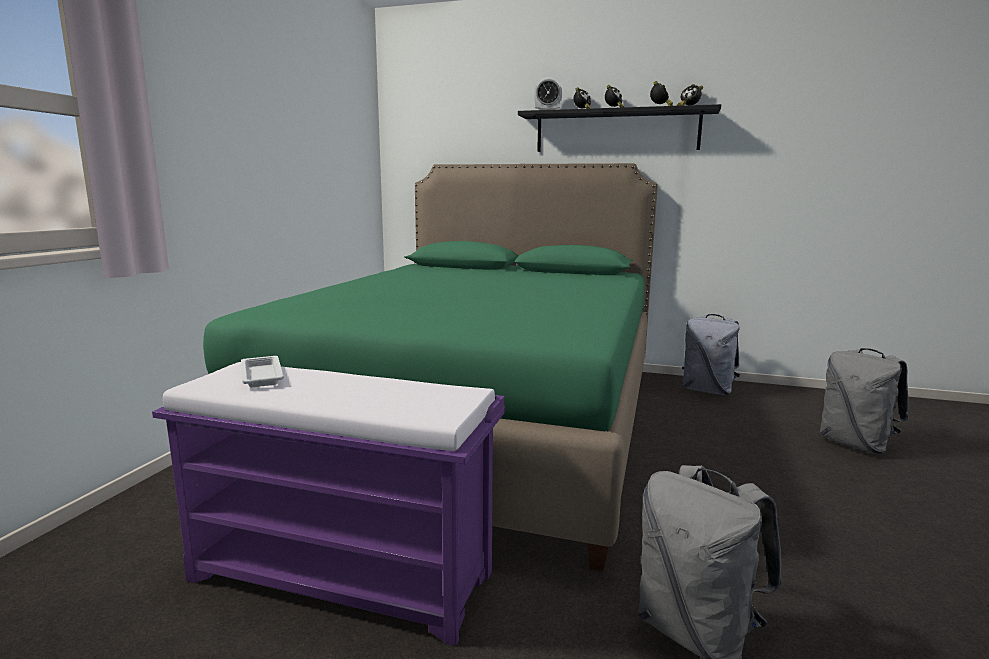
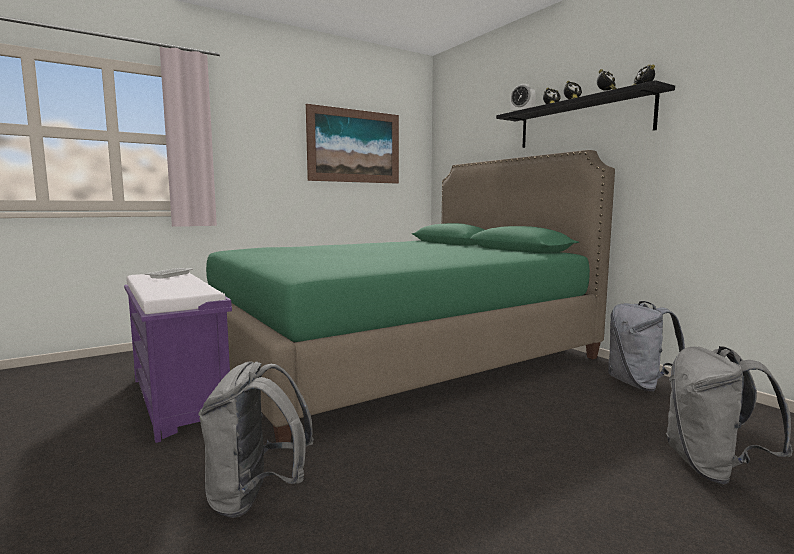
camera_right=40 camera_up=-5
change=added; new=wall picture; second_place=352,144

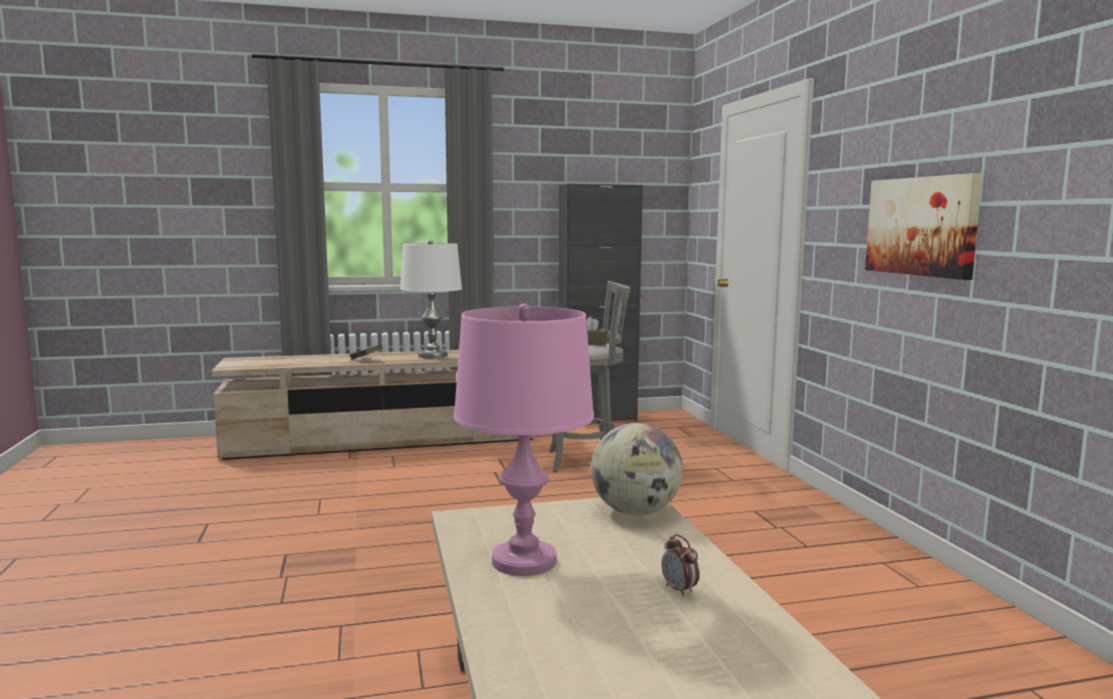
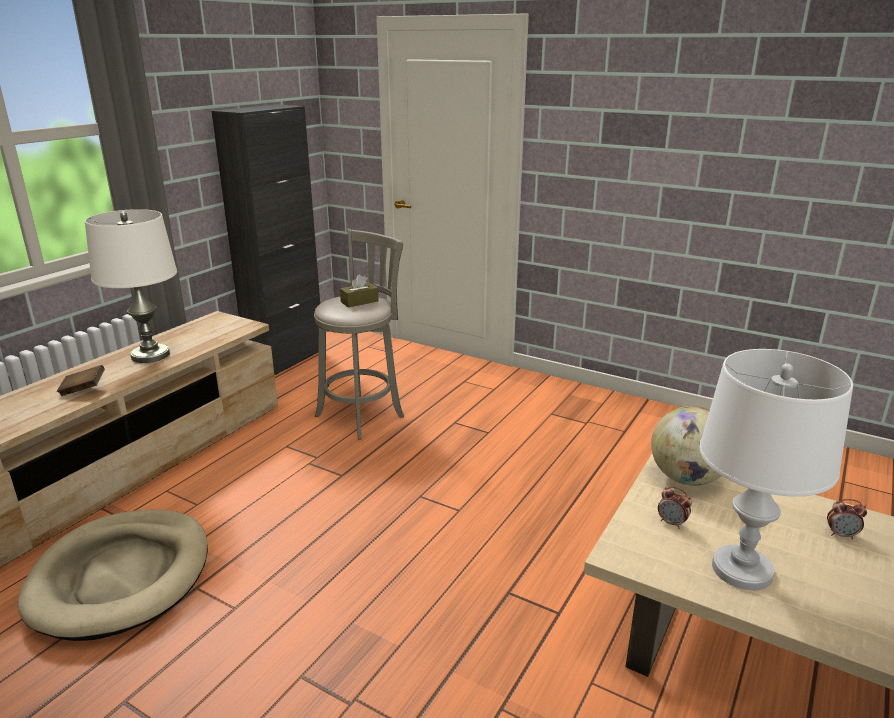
camera_right=-45 camera_up=15
change=removed; old=wall picture; first_place=923,226
change=added; new=beige-coloured pet bed; second_place=113,575
change=added; new=table clock; second_place=675,507
change=recoloured; old=pink table lamp; new=whitish table lamp; first_place=524,440; second_place=776,469

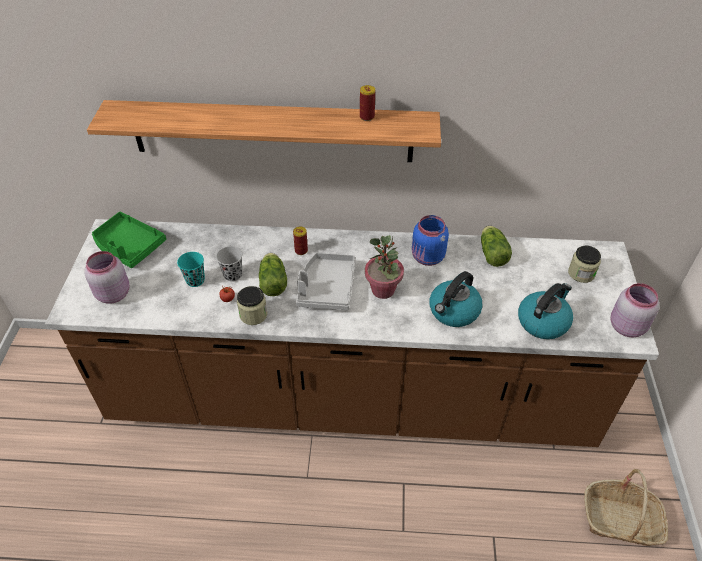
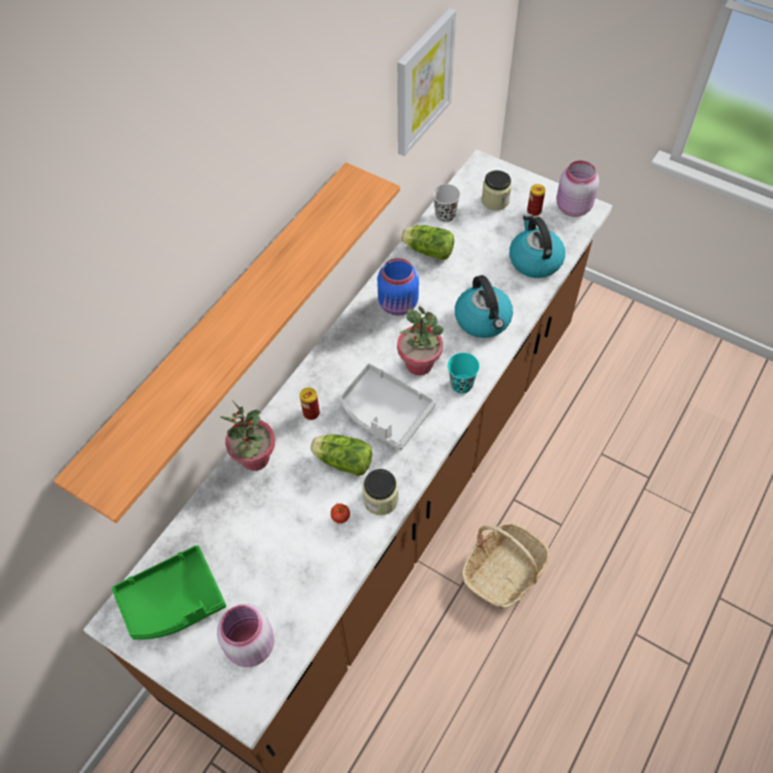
camera_right=-60 camera_up=10
change=added; new=plant in a pot; second_place=248,435
change=added; new=wall picture; second_place=426,82
change=moved; old=blue-green small cup; first_place=191,269; second_place=464,373
change=moved; old=black small cup; first_place=229,264; second_place=446,203
change=moved; old=can; first_place=367,103; second_place=536,200
change=moved; old=household basket; first_place=626,507; second_place=506,566

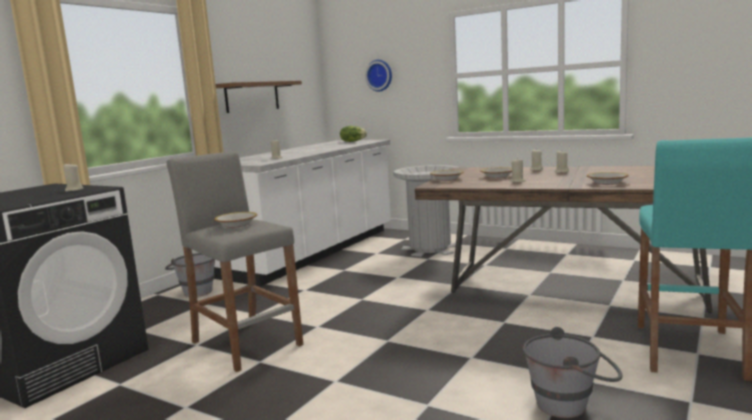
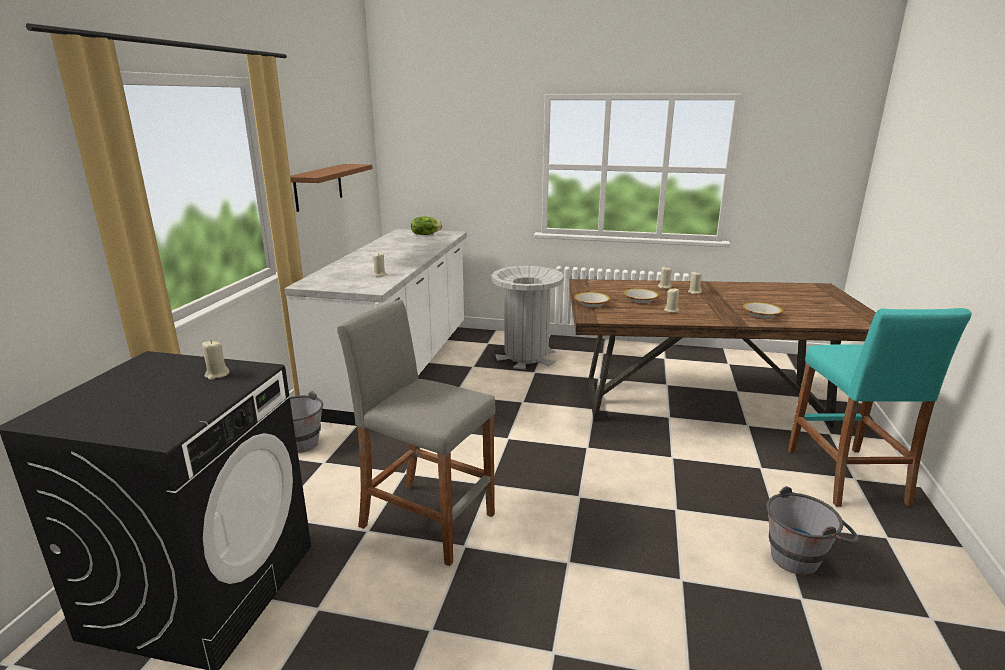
camera_right=-20 camera_up=10
change=removed; old=serving bowl; first_place=235,220
change=removed; old=wall clock; first_place=378,76

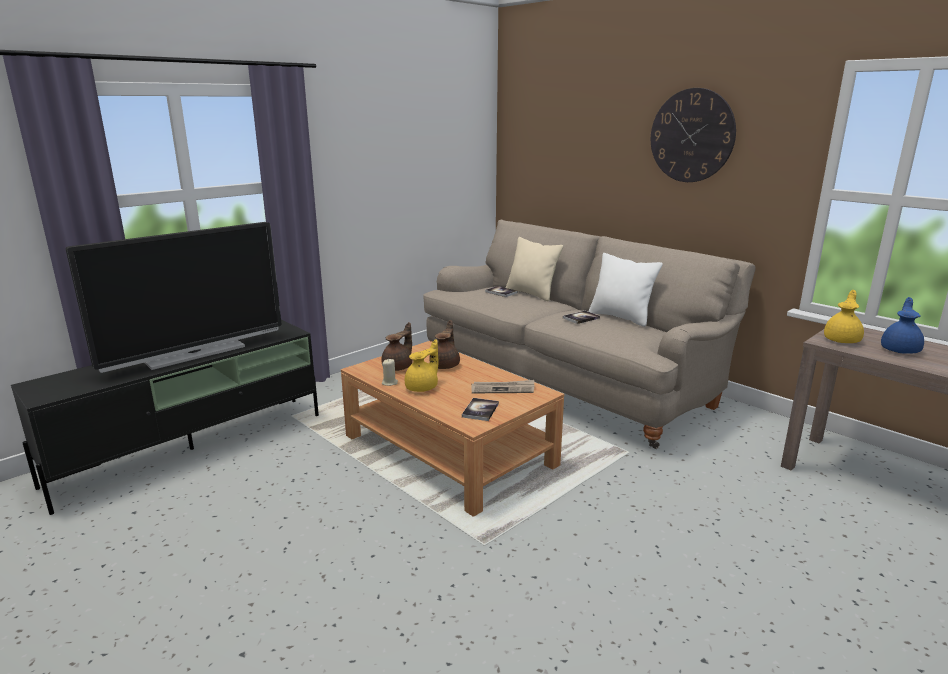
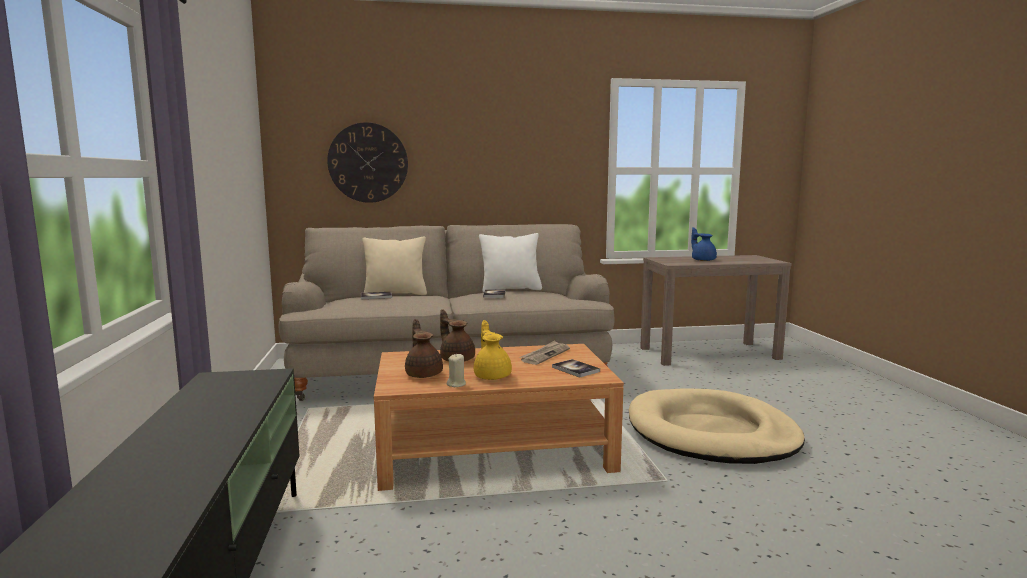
camera_right=-55 camera_up=-10
change=removed; old=TV set; first_place=174,297
change=removed; old=yellow-coloured teapot; first_place=844,316
change=added; new=beige-coloured pet bed; second_place=717,426
change=moved; old=wall clock; first_place=693,135; second_place=367,162

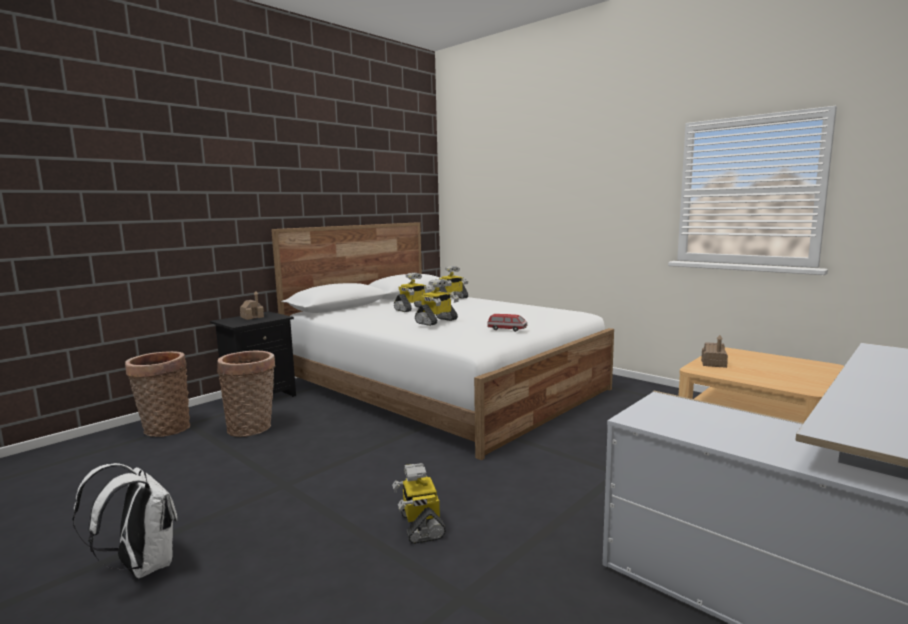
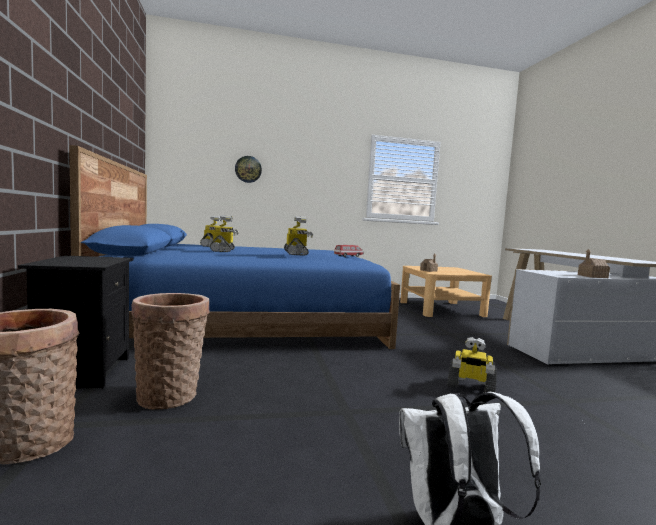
camera_right=-55 camera_up=-5
change=added; new=wall clock; second_place=248,169
change=moved; old=model house; first_place=252,305; second_place=594,263
change=recoloured; old=whitish sleeping bed; new=blue sleeping bed; first_place=442,341; second_place=234,247

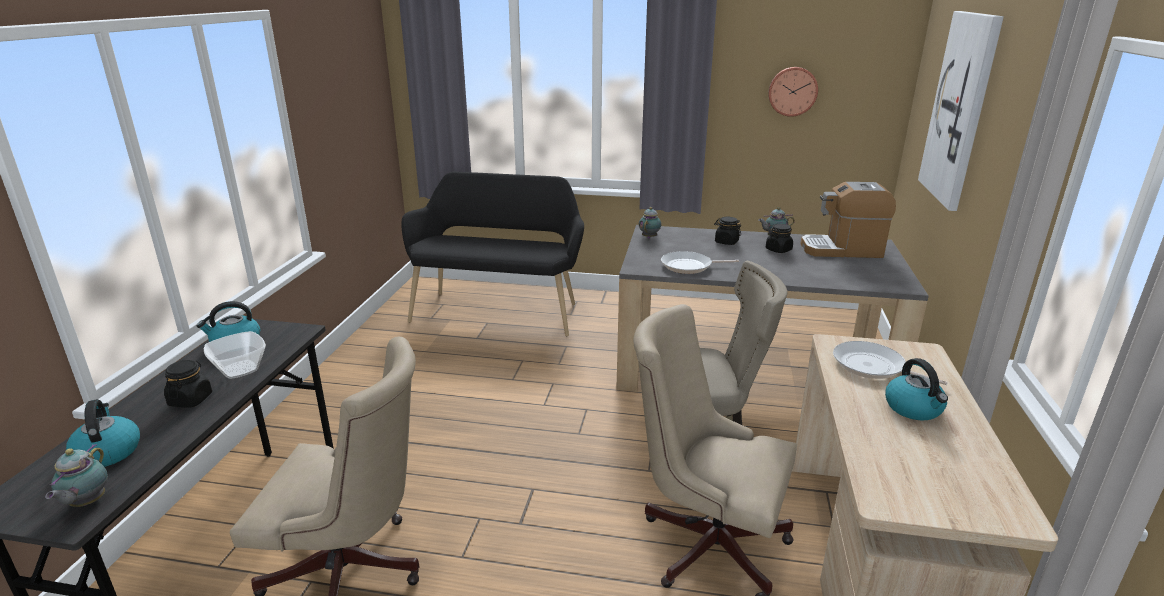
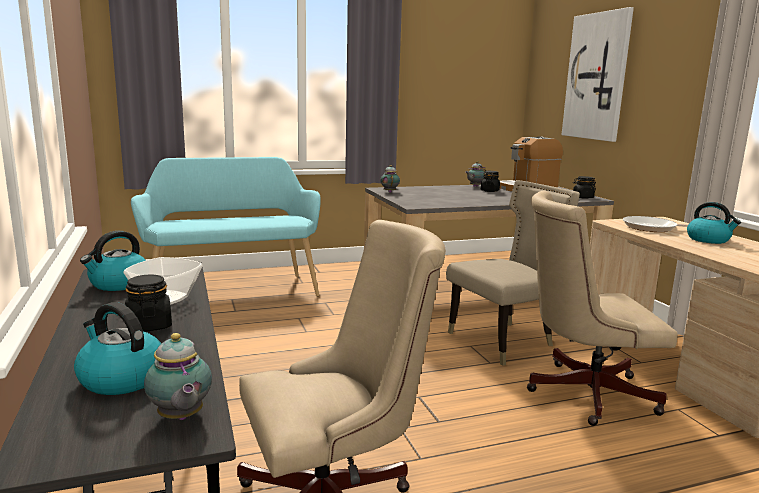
camera_right=-30 camera_up=-10
change=removed; old=skillet; first_place=700,262
change=removed; old=wall clock; first_place=793,92
change=moved; old=black preserve jar; first_place=727,231; second_place=584,187
change=recoloured; old=black long seat; new=blue-green long seat; first_place=493,254; second_place=226,227

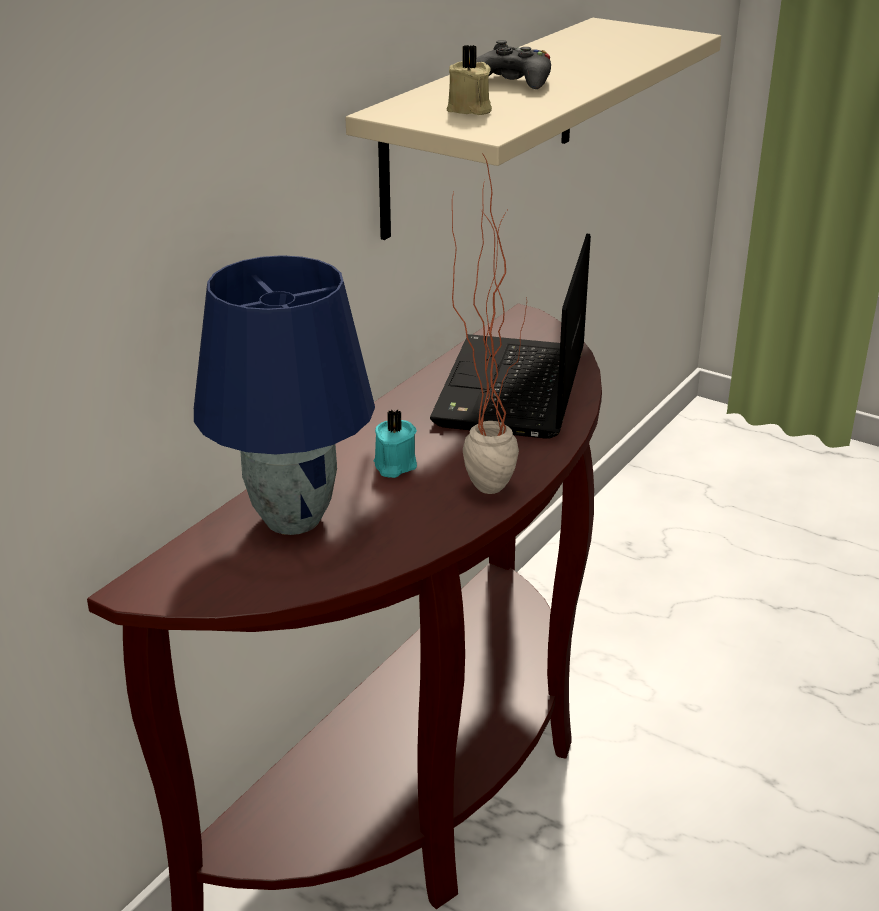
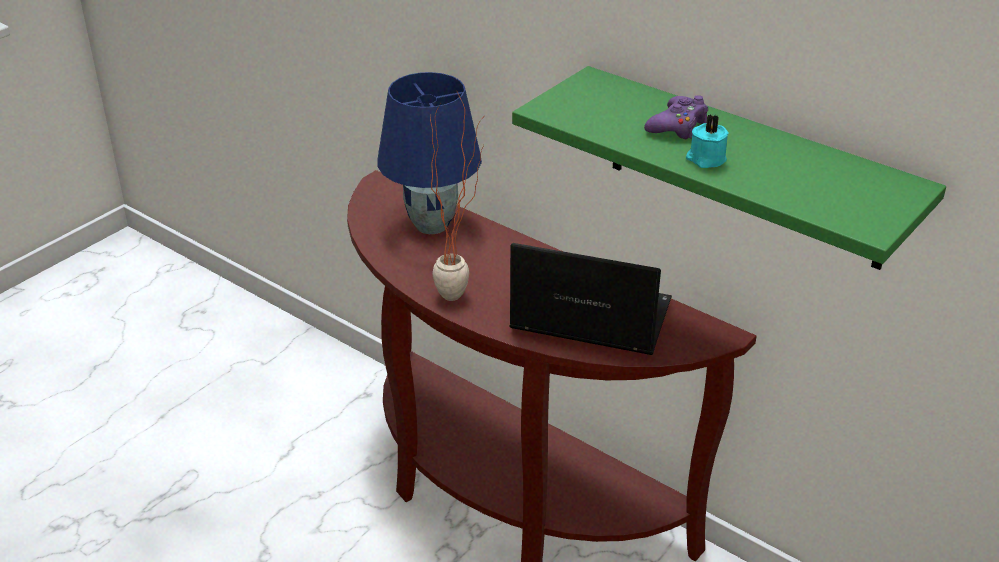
camera_right=95 camera_up=5
change=removed; old=beige-coloured wax light; first_place=469,80
change=moved; old=blue-green wax light; first_place=395,444; second_place=707,141
change=recoloured; old=beige-coloured shelf; new=green shelf; first_place=533,129; second_place=729,168
change=recoloured; old=black joypad; new=purple-coloured joypad; first_place=513,64; second_place=676,117

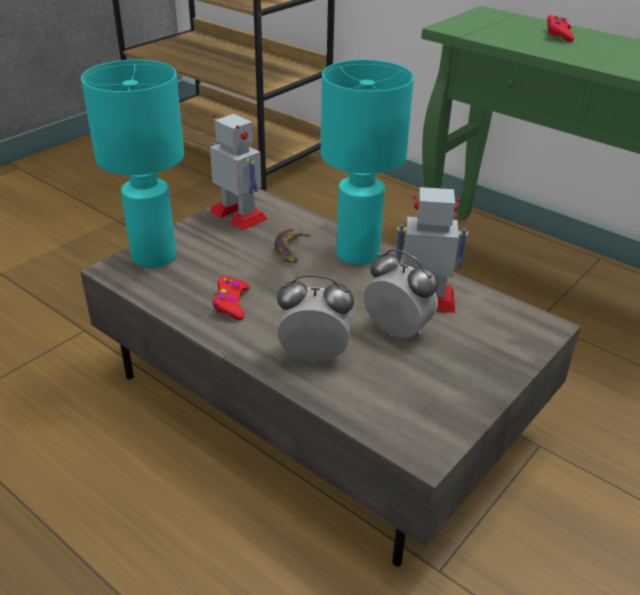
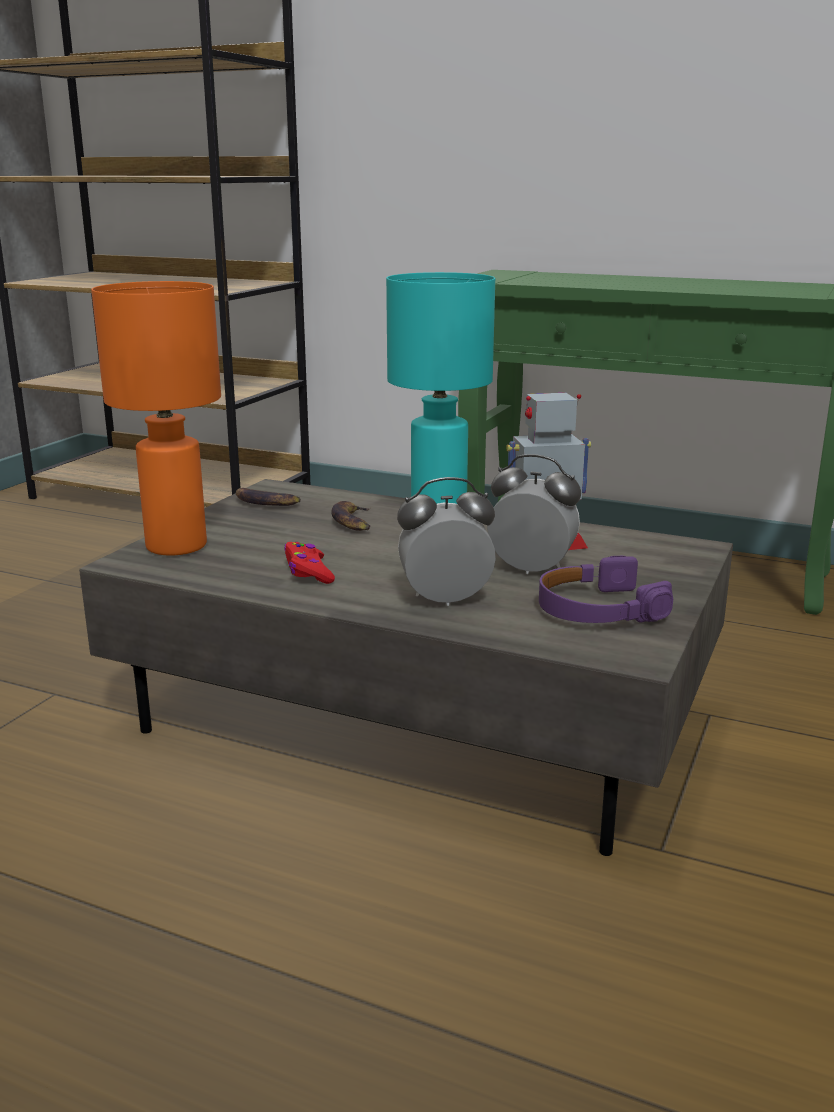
camera_right=-15 camera_up=-15
change=removed; old=red-coloured joypad; first_place=561,28
change=added; new=purple-coloured pair of headphones; second_place=606,589
change=replaced; old=model robot; new=banana; first_place=238,172; second_place=268,497
change=recoloured; old=blue-green table lamp; new=orange table lamp; first_place=132,163; second_place=156,418

